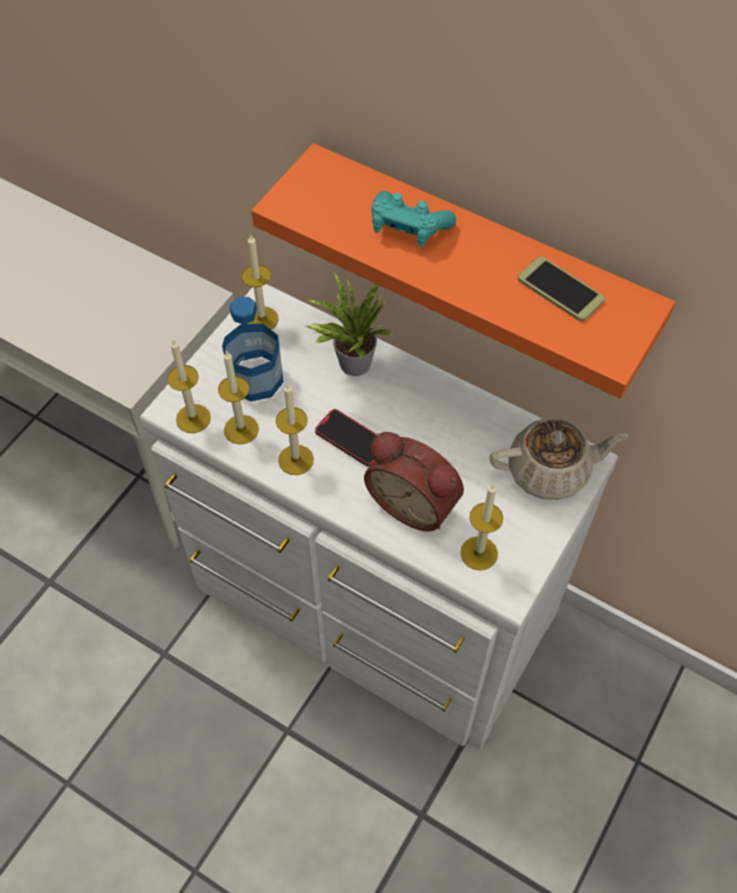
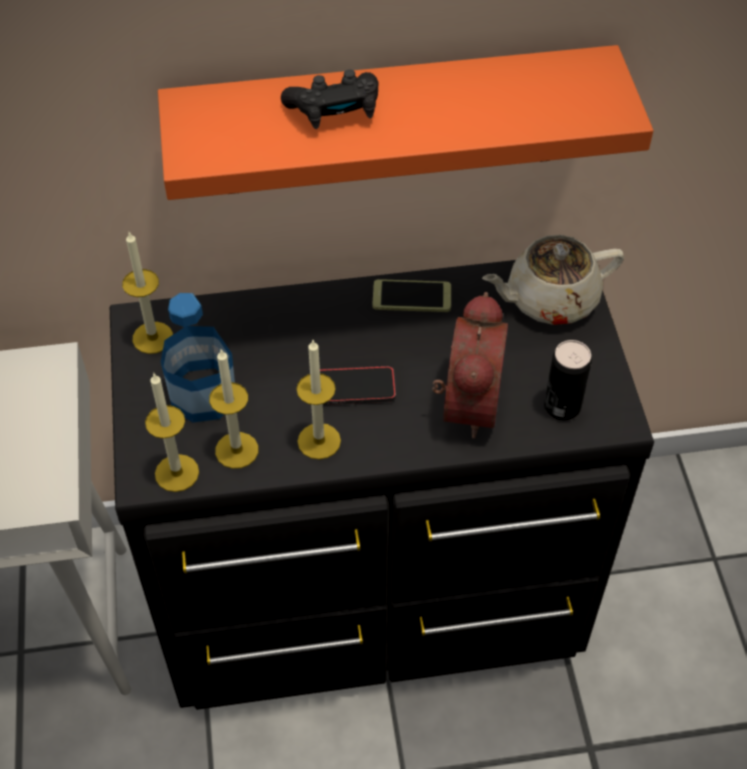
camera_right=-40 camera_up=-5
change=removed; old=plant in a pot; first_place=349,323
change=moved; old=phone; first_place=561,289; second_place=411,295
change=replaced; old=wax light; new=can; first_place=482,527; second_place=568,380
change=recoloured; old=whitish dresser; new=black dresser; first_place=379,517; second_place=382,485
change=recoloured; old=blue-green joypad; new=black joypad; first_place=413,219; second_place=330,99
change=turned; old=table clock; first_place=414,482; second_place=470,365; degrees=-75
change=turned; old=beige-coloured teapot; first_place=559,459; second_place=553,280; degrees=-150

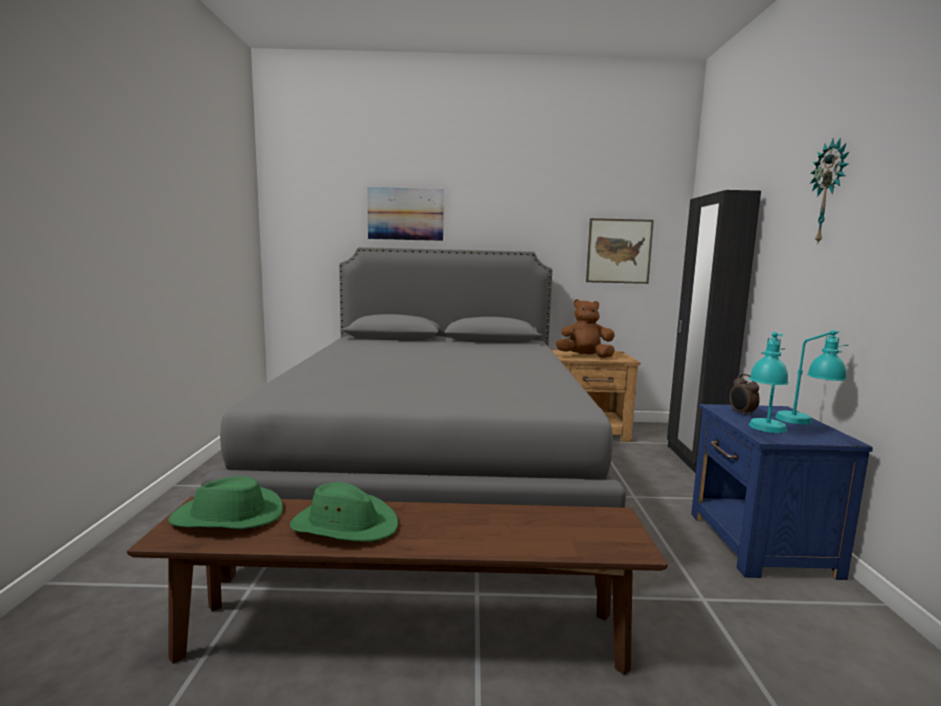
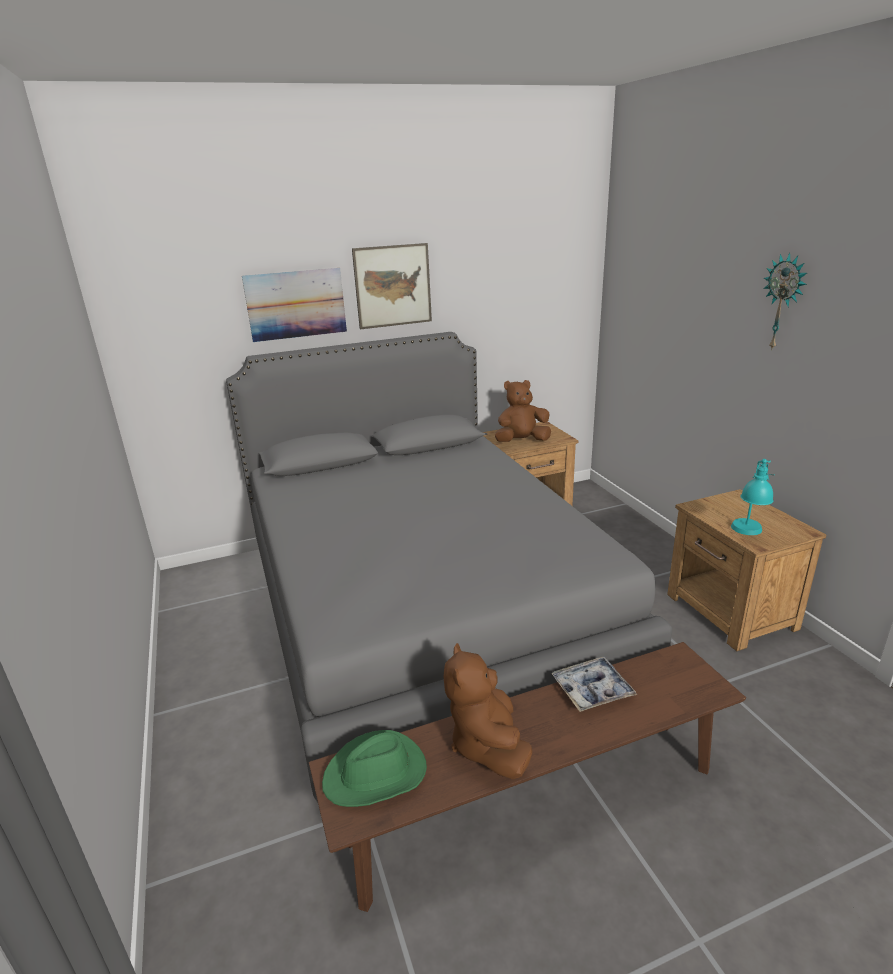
camera_right=-20 camera_up=15
change=removed; old=black armoire; first_place=714,332
change=removed; old=table clock; first_place=744,395
change=removed; old=blue-green table lamp; first_place=812,377
change=added; new=carrying tray; second_place=594,684
change=moved; old=wall picture; first_place=620,251; second_place=392,286
change=replaced; old=green clothing hat; new=brown soft toy; first_place=344,512; second_place=488,711
change=recoloured; old=blue nightstand; new=brown nightstand; first_place=782,492; second_place=746,570

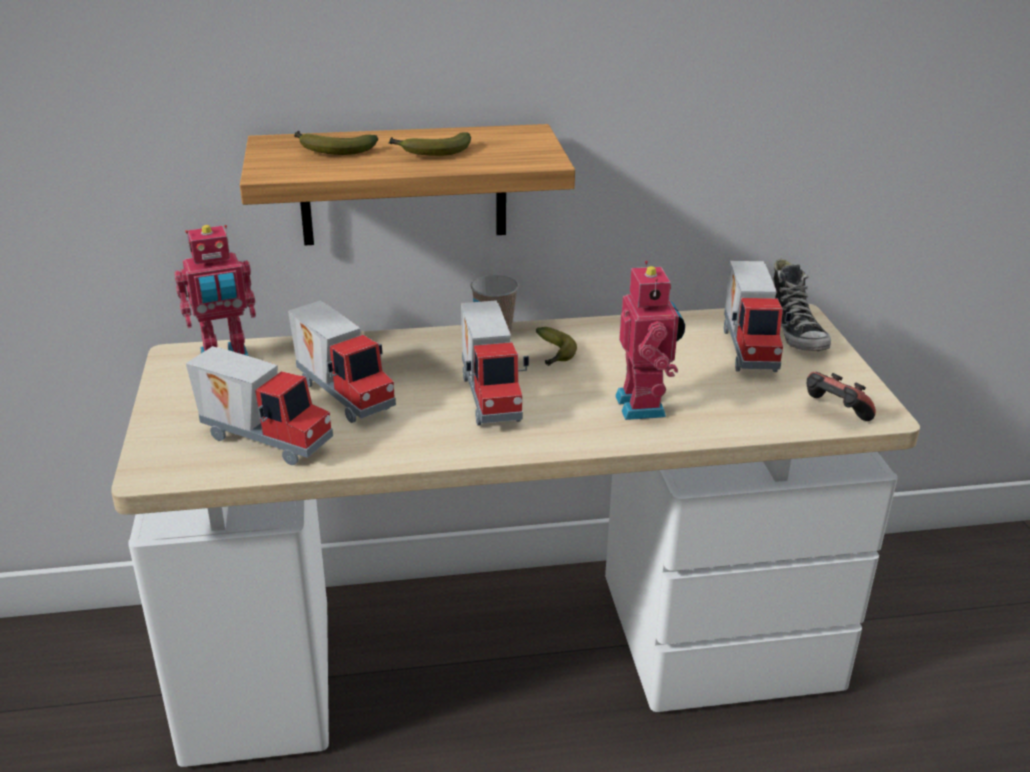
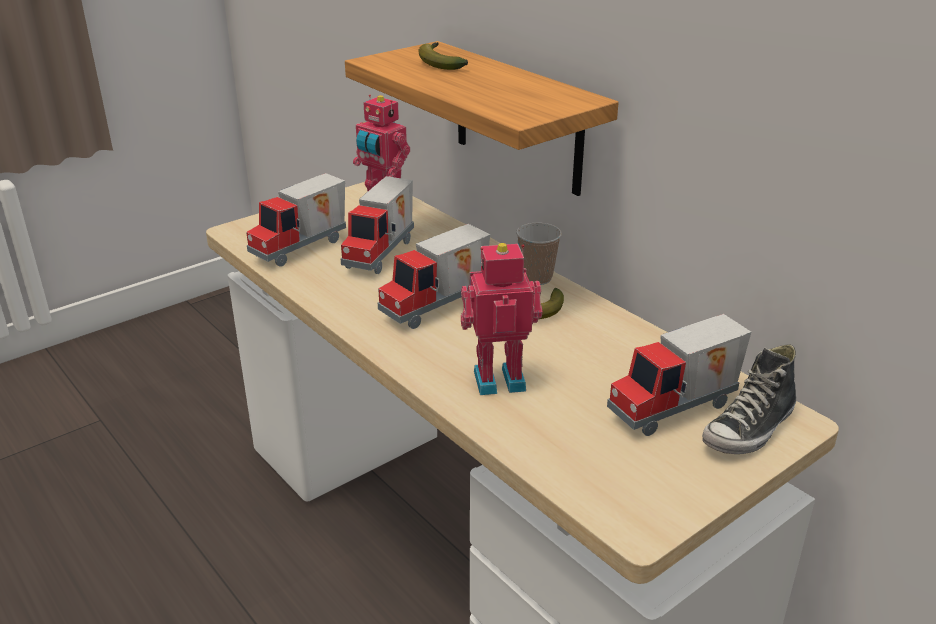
camera_right=60 camera_up=0
change=removed; old=banana; first_place=430,144
change=removed; old=joypad; first_place=841,396
change=turned; old=toy lorry; first_place=259,405; second_place=296,220; degrees=45
change=turned; old=model robot; first_place=650,340; second_place=501,319; degrees=-150

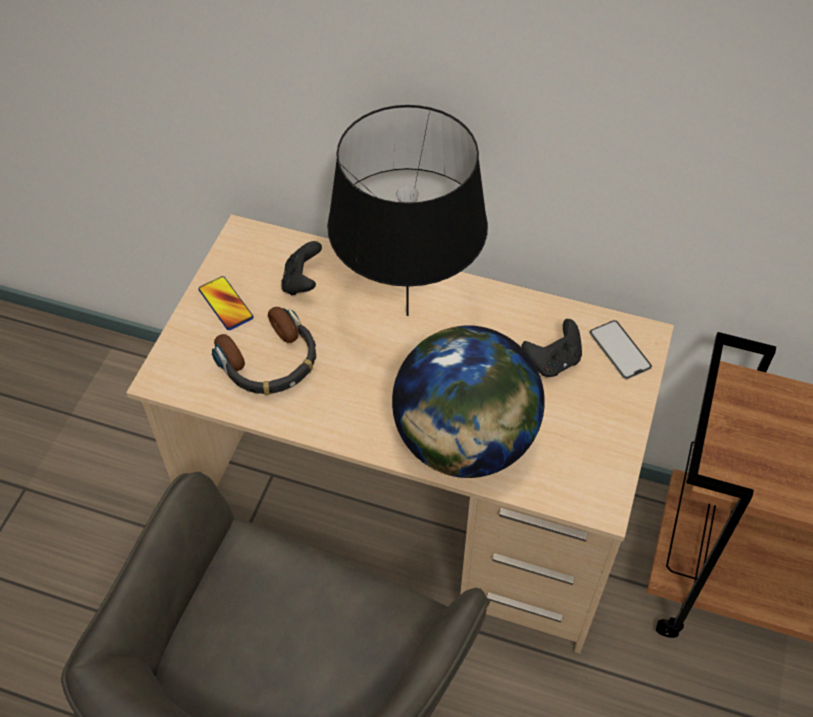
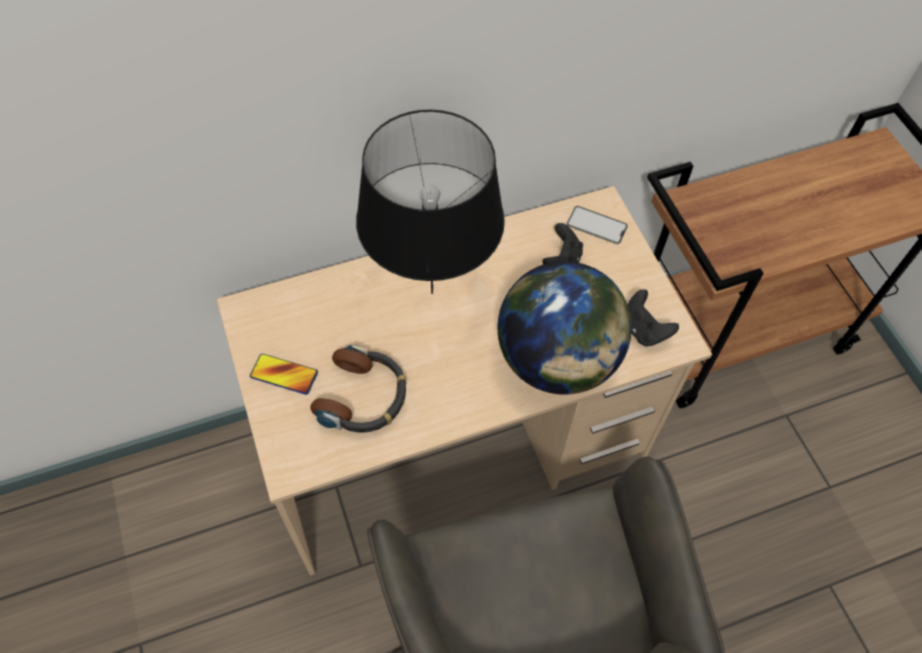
camera_right=-40 camera_up=5
change=moved; old=black joypad; first_place=301,268; second_place=653,318

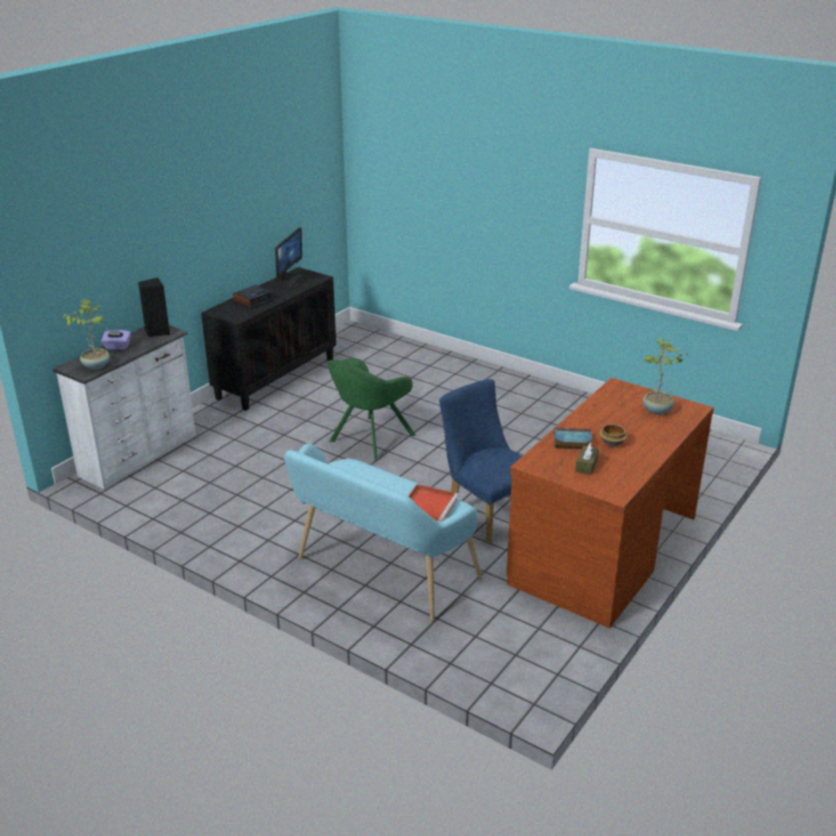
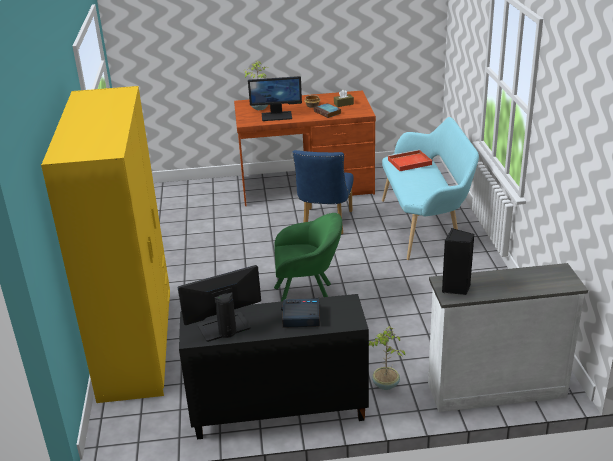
camera_right=-130 camera_up=0
change=removed; old=purple-coloured box of tissues; first_place=116,340
change=added; new=yellow-coloured armoire; second_place=105,244
change=added; new=monitor; second_place=275,98
change=moved; old=plant in a pot; first_place=86,334; second_place=387,358

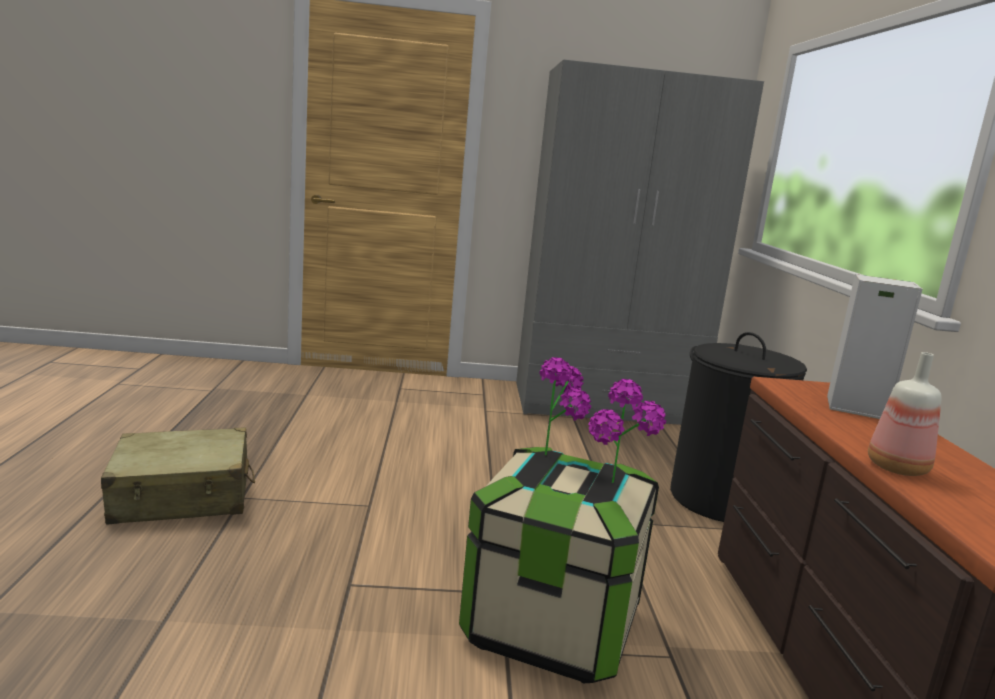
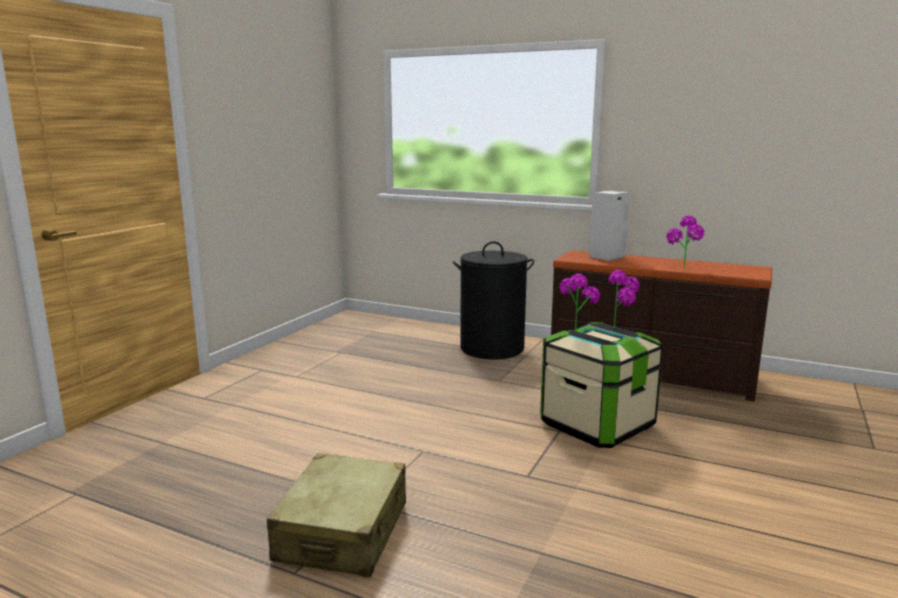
camera_right=-60 camera_up=0
change=removed; old=greyish armoire; first_place=640,242
change=replaced; old=bottle; new=plant in a pot; first_place=905,414; second_place=685,242

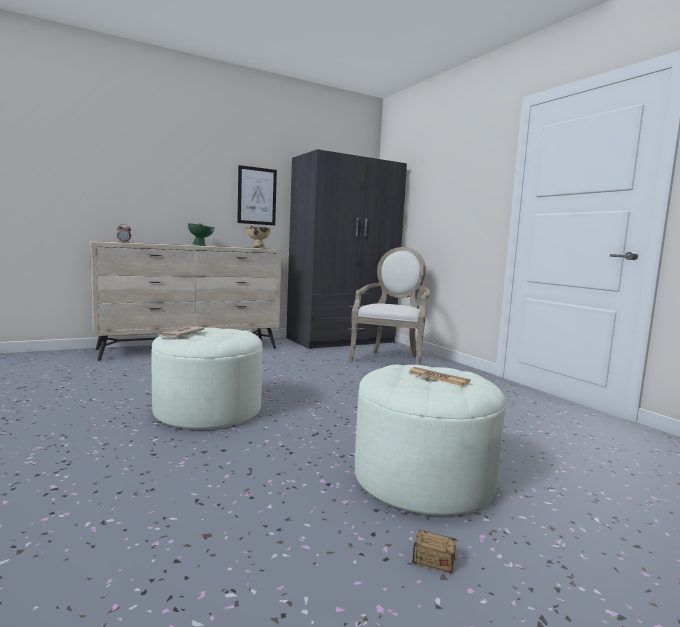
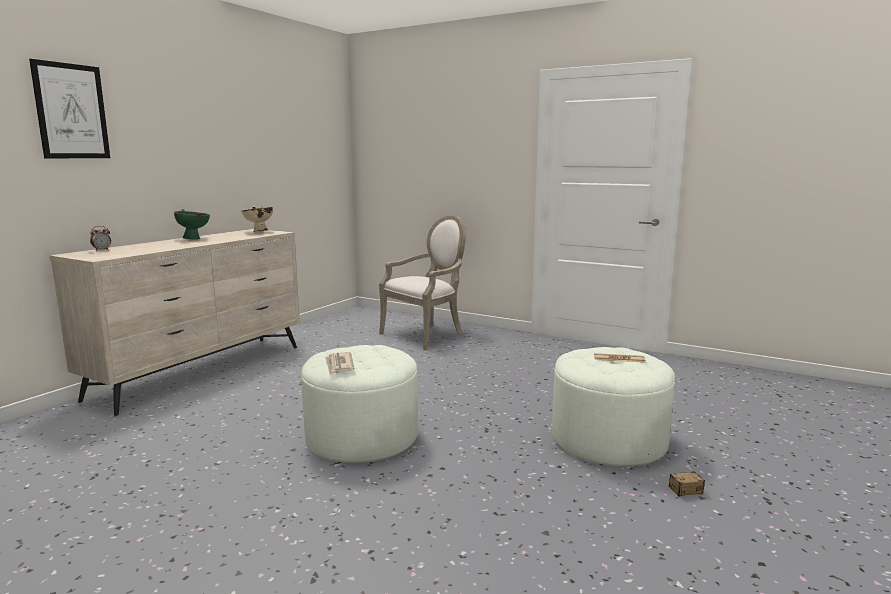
camera_right=-30 camera_up=5
change=removed; old=greyish armoire; first_place=346,249
change=moved; old=wall picture; first_place=257,195; second_place=69,108
change=turned; old=lounge chair; first_place=390,306; second_place=422,283; degrees=60

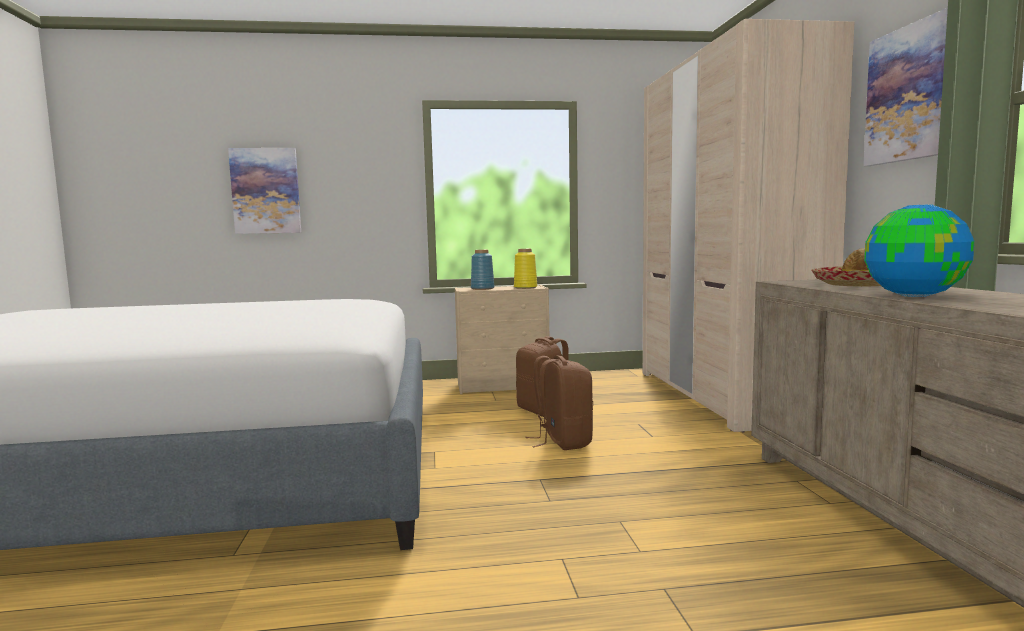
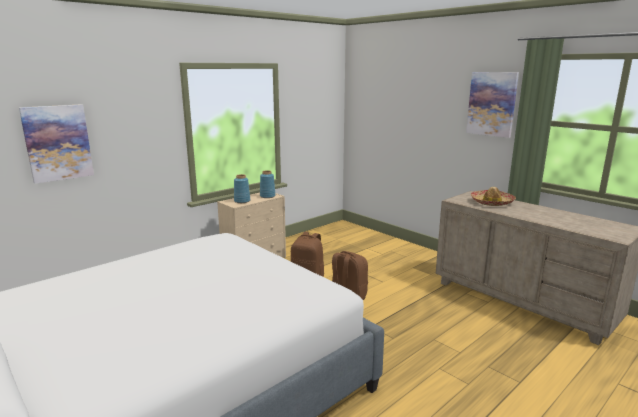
camera_right=-35 camera_up=10
change=removed; old=beige-coloured armoire; first_place=748,225
change=removed; old=world globe; first_place=919,251
change=recoloured; old=yellow-coloured flower vase; new=blue flower vase; first_place=525,269; second_place=268,184

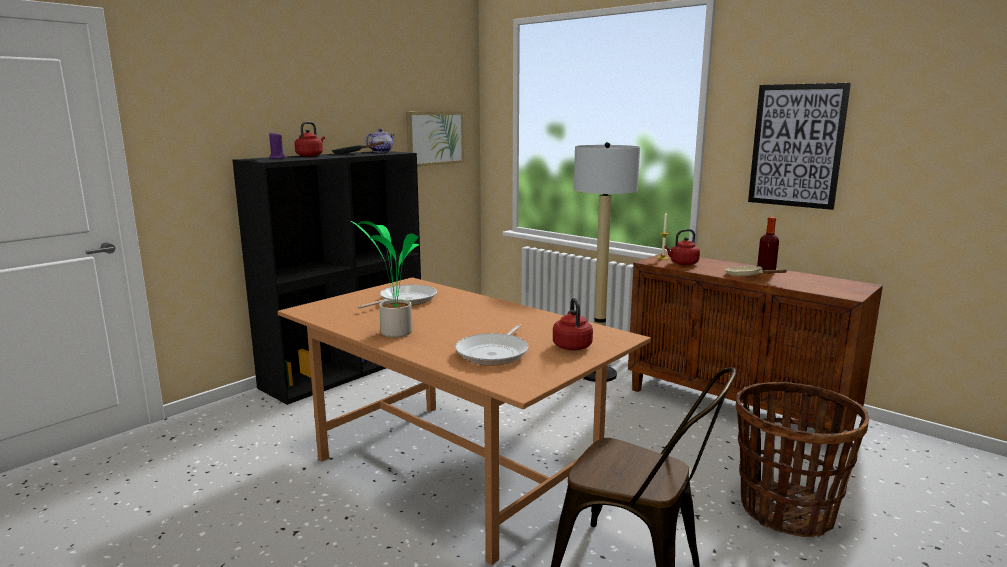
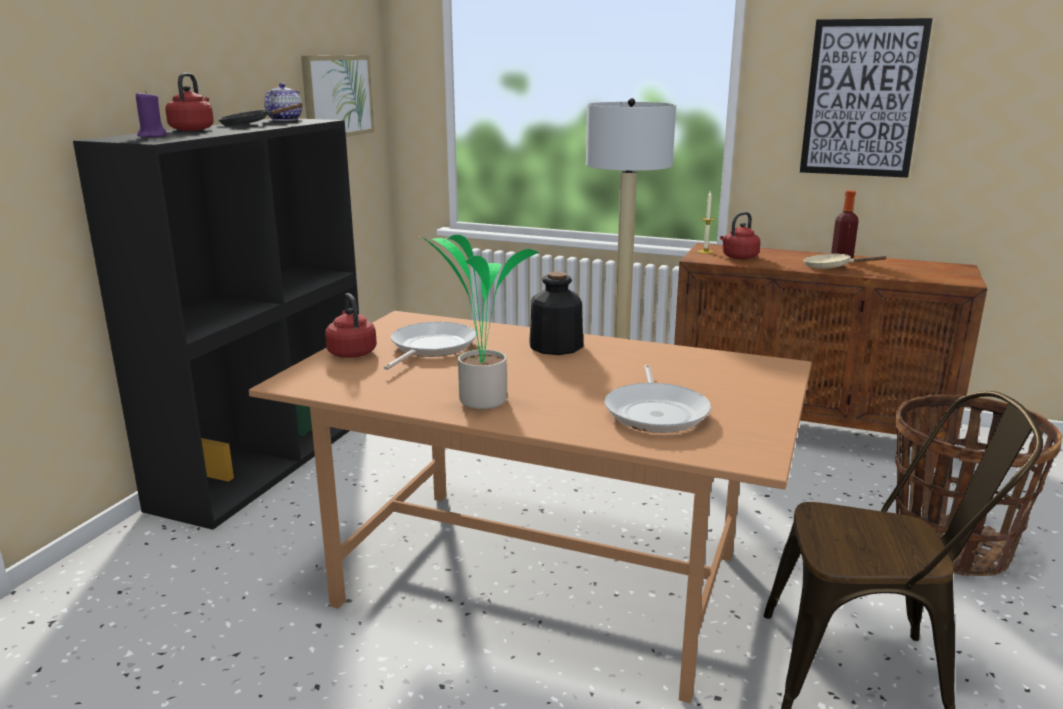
camera_right=-20 camera_up=5
change=added; new=bottle; second_place=556,313
change=moved; old=red-coloured water kettle; first_place=573,324; second_place=351,325

